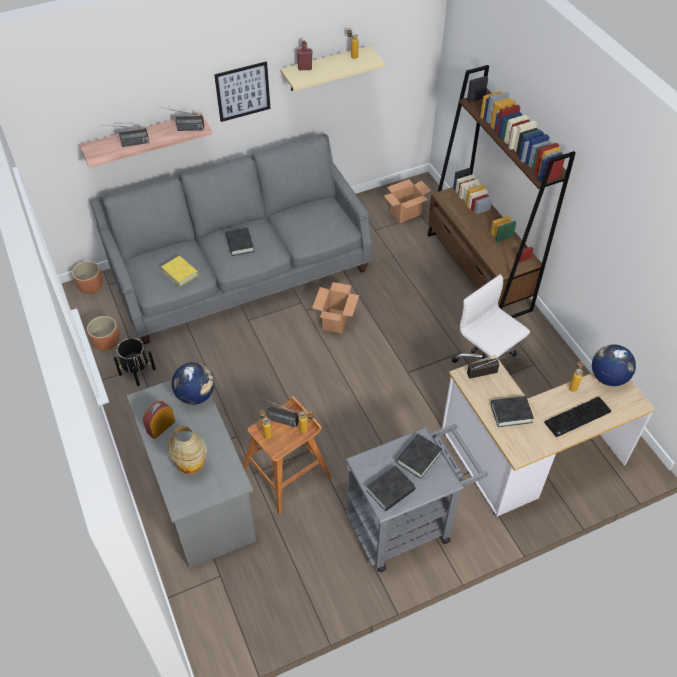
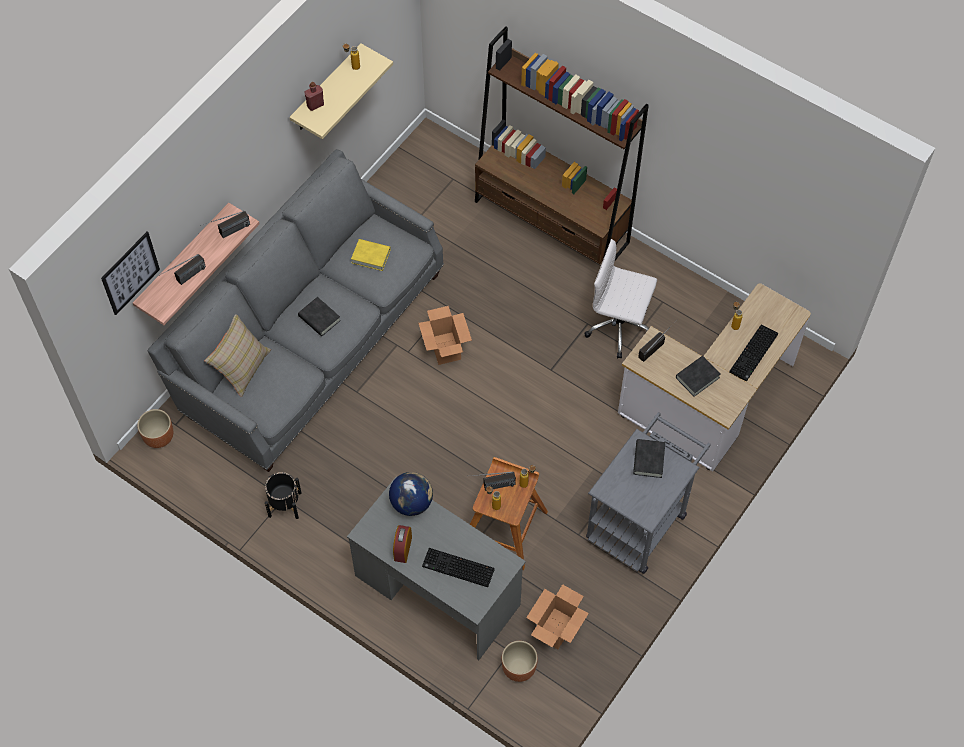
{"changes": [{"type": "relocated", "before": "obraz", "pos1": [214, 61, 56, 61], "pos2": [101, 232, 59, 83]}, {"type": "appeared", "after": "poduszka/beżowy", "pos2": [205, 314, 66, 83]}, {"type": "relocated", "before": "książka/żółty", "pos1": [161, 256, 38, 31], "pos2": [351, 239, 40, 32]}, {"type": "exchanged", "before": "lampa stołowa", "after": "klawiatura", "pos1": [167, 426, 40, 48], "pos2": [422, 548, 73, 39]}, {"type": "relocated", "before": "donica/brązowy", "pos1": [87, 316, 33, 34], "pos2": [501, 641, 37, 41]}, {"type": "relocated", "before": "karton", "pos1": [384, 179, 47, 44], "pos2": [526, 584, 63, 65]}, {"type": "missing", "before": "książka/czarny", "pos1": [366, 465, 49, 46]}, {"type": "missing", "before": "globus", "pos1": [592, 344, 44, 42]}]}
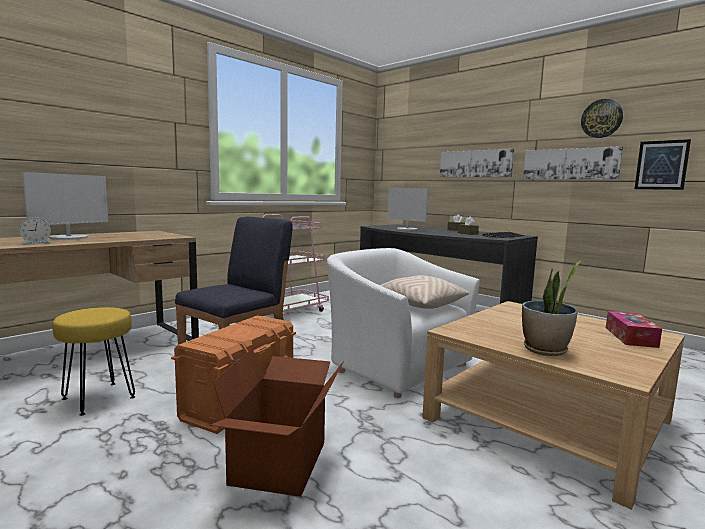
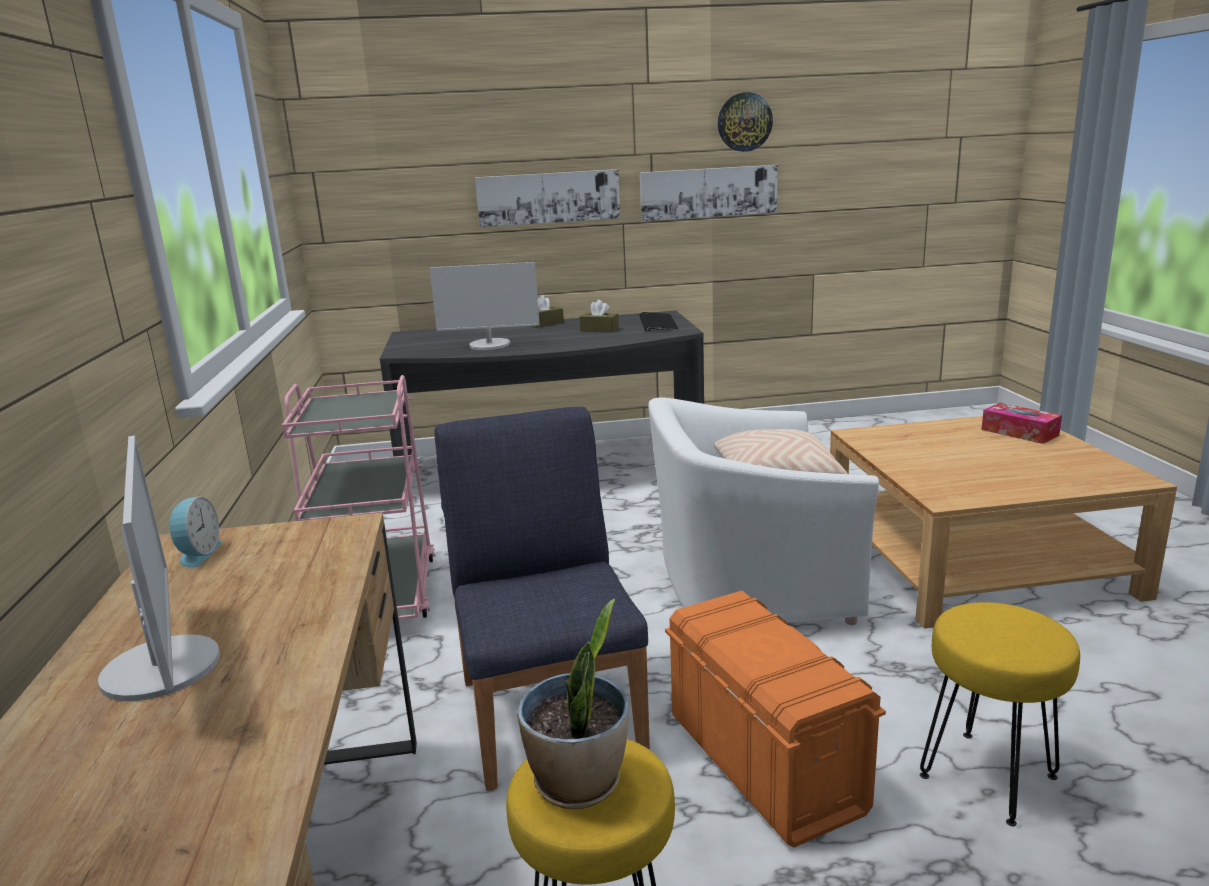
{"changes": [{"type": "relocated", "before": "budzik", "pos1": [19, 217, 32, 27], "pos2": [169, 496, 53, 72]}, {"type": "relocated", "before": "roślina doniczkowa", "pos1": [522, 260, 60, 96], "pos2": [517, 599, 111, 210]}, {"type": "exchanged", "before": "karton", "after": "stołek/żółty", "pos1": [209, 348, 135, 149], "pos2": [920, 602, 160, 224]}, {"type": "missing", "before": "obraz", "pos1": [635, 139, 56, 51]}]}
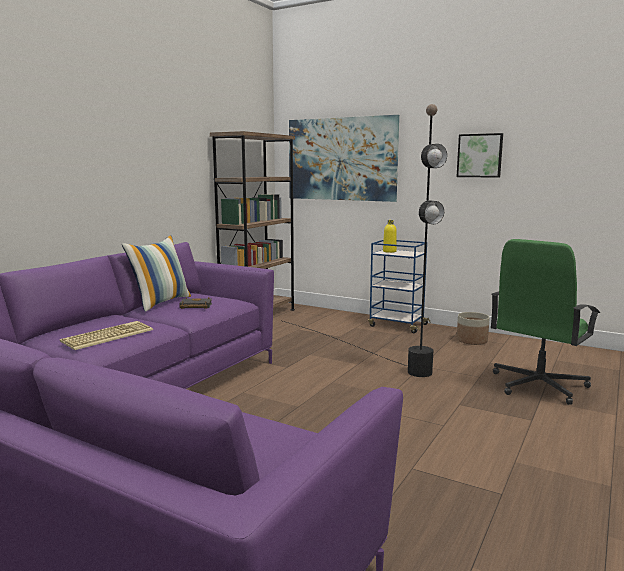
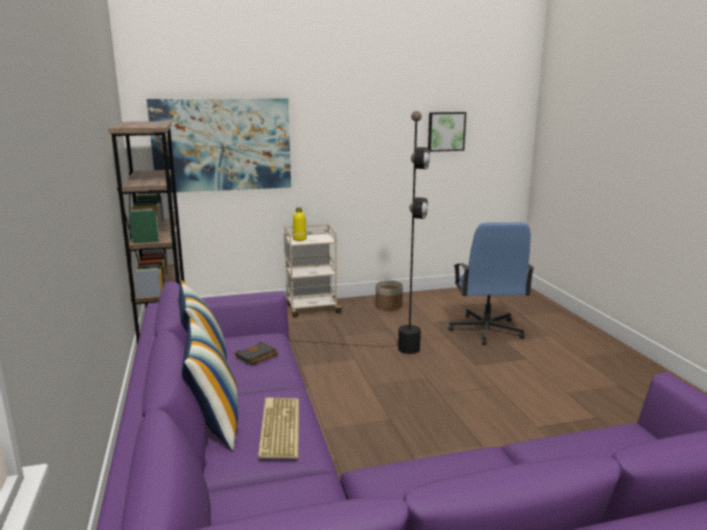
{"changes": [{"type": "appeared", "after": "poduszka", "pos2": [182, 317, 56, 134]}, {"type": "colour", "before": "wózek/niebieski", "after": "wózek/beżowy", "pos1": [368, 240, 63, 93], "pos2": [285, 224, 59, 94]}, {"type": "relocated", "before": "obraz", "pos1": [457, 133, 46, 45], "pos2": [428, 112, 38, 40]}, {"type": "colour", "before": "krzesło biurowe/zielony", "after": "krzesło biurowe/niebieski", "pos1": [491, 239, 109, 166], "pos2": [449, 222, 85, 123]}]}
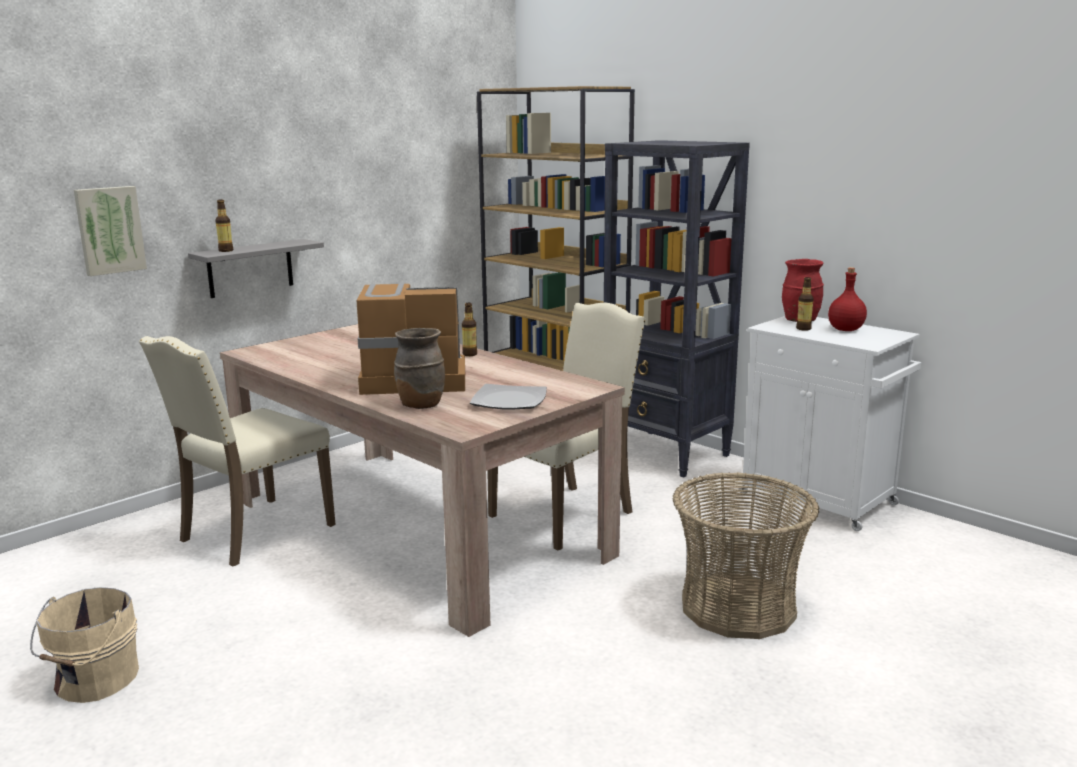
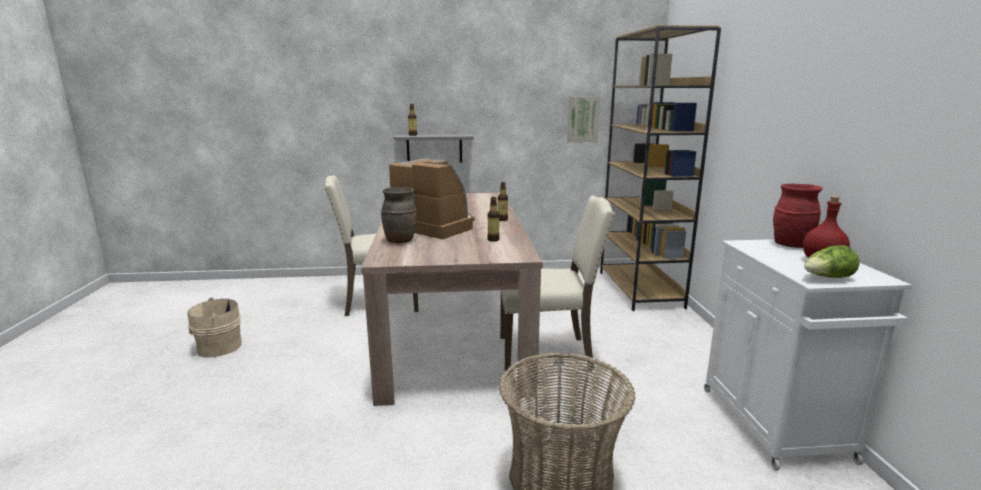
{"changes": [{"type": "relocated", "before": "butelka", "pos1": [796, 277, 18, 54], "pos2": [487, 197, 13, 45]}, {"type": "relocated", "before": "obraz", "pos1": [74, 186, 73, 90], "pos2": [567, 96, 33, 47]}, {"type": "appeared", "after": "sałata", "pos2": [804, 245, 56, 33]}, {"type": "missing", "before": "talerz", "pos1": [470, 384, 77, 25]}, {"type": "missing", "before": "regał/czarny", "pos1": [604, 140, 146, 338]}]}
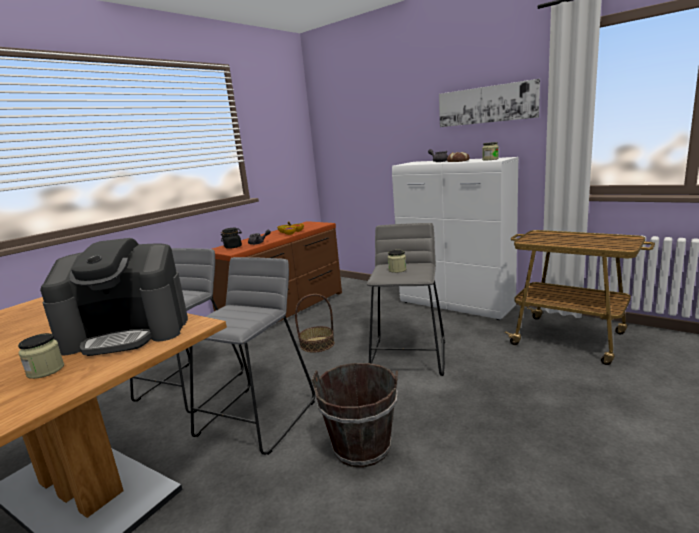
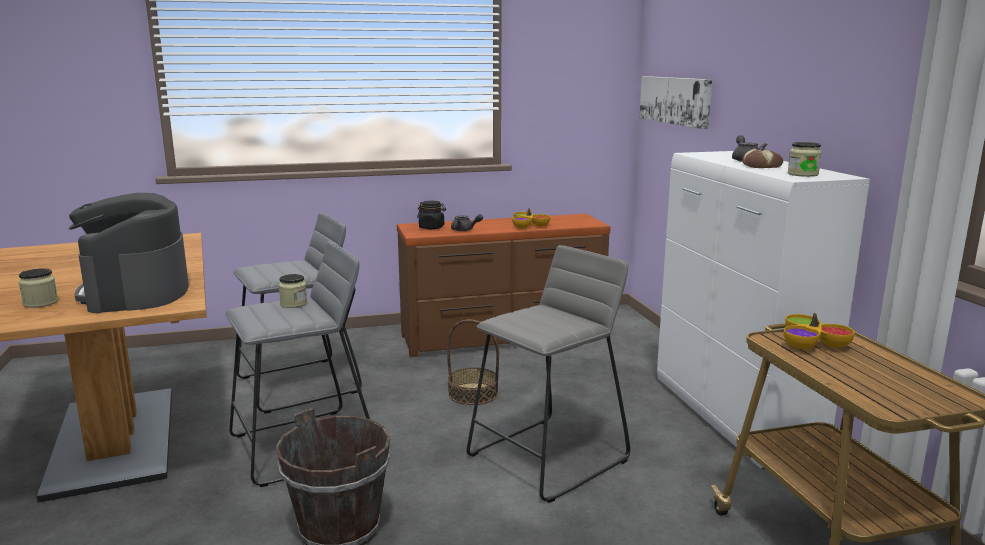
{"changes": [{"type": "spun", "before": "ekspres do kawy", "pos1": [40, 238, 148, 118], "pos2": [69, 193, 120, 120], "turn": 45}, {"type": "relocated", "before": "słoik", "pos1": [388, 250, 18, 23], "pos2": [279, 274, 28, 34]}, {"type": "relocated", "before": "obraz", "pos1": [439, 79, 101, 48], "pos2": [639, 76, 73, 53]}, {"type": "appeared", "after": "miska", "pos2": [784, 313, 71, 36]}]}
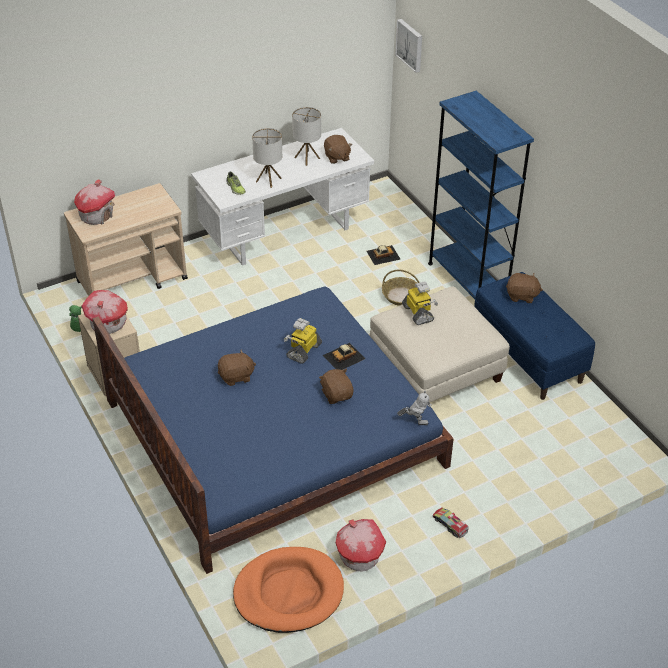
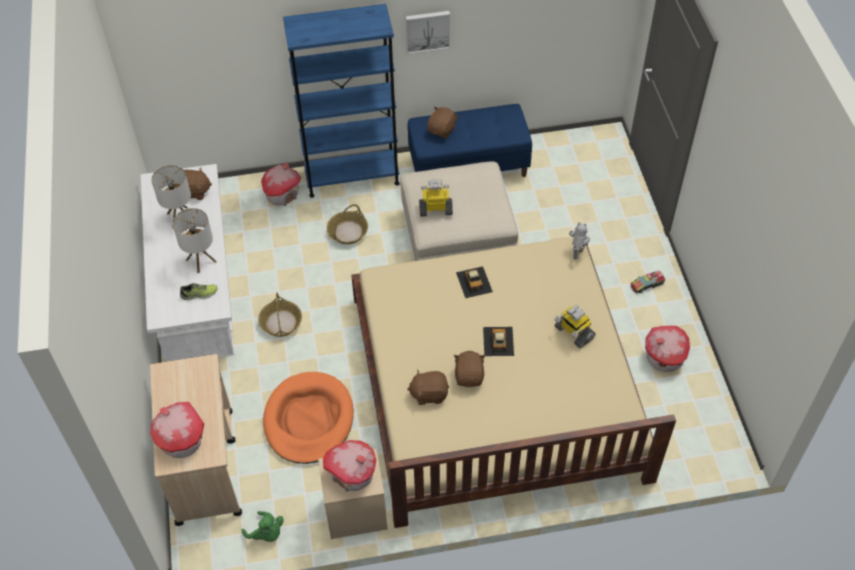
{"changes": [{"type": "appeared", "after": "koszyk", "pos2": [258, 293, 44, 44]}, {"type": "appeared", "after": "domek", "pos2": [261, 163, 40, 43]}, {"type": "relocated", "before": "legowisko/pomarańczowy", "pos1": [233, 547, 111, 86], "pos2": [263, 372, 91, 92]}, {"type": "colour", "before": "łóżko/niebieski", "after": "łóżko/beżowy", "pos1": [92, 287, 362, 287], "pos2": [351, 237, 325, 291]}, {"type": "relocated", "before": "obraz", "pos1": [395, 19, 27, 54], "pos2": [406, 11, 44, 43]}, {"type": "relocated", "before": "pluszak/brązowy", "pos1": [319, 368, 35, 36], "pos2": [407, 369, 42, 36]}, {"type": "relocated", "before": "samochodzik", "pos1": [367, 245, 34, 20], "pos2": [483, 327, 31, 29]}, {"type": "relocated", "before": "robot zabawkowy", "pos1": [284, 318, 38, 46], "pos2": [555, 305, 41, 43]}]}
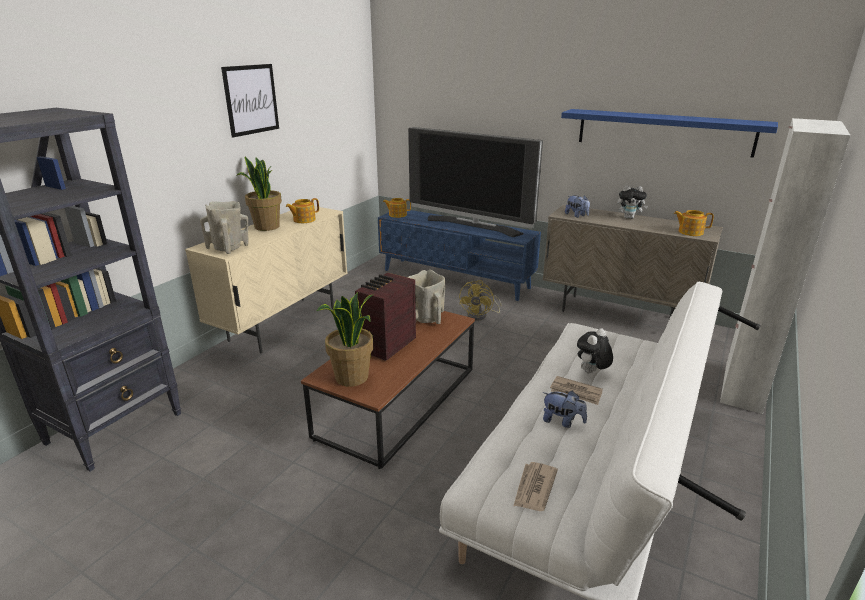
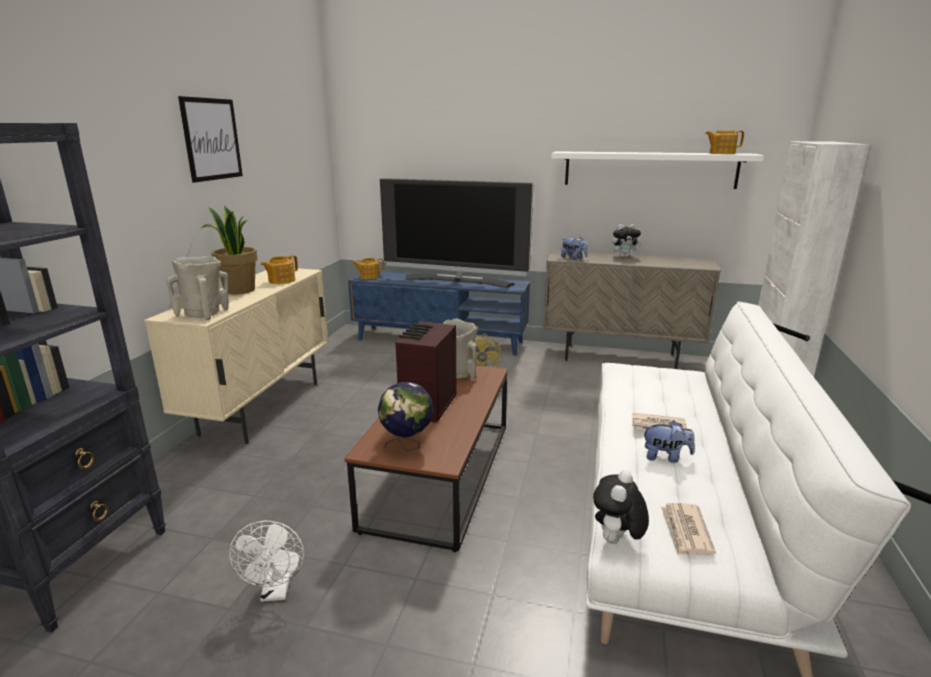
{"changes": [{"type": "appeared", "after": "wentylator/biały", "pos2": [229, 521, 75, 81]}, {"type": "exchanged", "before": "roślina doniczkowa", "after": "globus", "pos1": [316, 292, 58, 95], "pos2": [378, 382, 55, 69]}, {"type": "colour", "before": "półka/niebieski", "after": "półka/biały", "pos1": [561, 109, 217, 49], "pos2": [551, 151, 213, 38]}, {"type": "relocated", "before": "pluszak", "pos1": [577, 328, 36, 45], "pos2": [593, 470, 56, 74]}, {"type": "relocated", "before": "imbryk", "pos1": [674, 210, 40, 26], "pos2": [705, 130, 39, 24]}]}
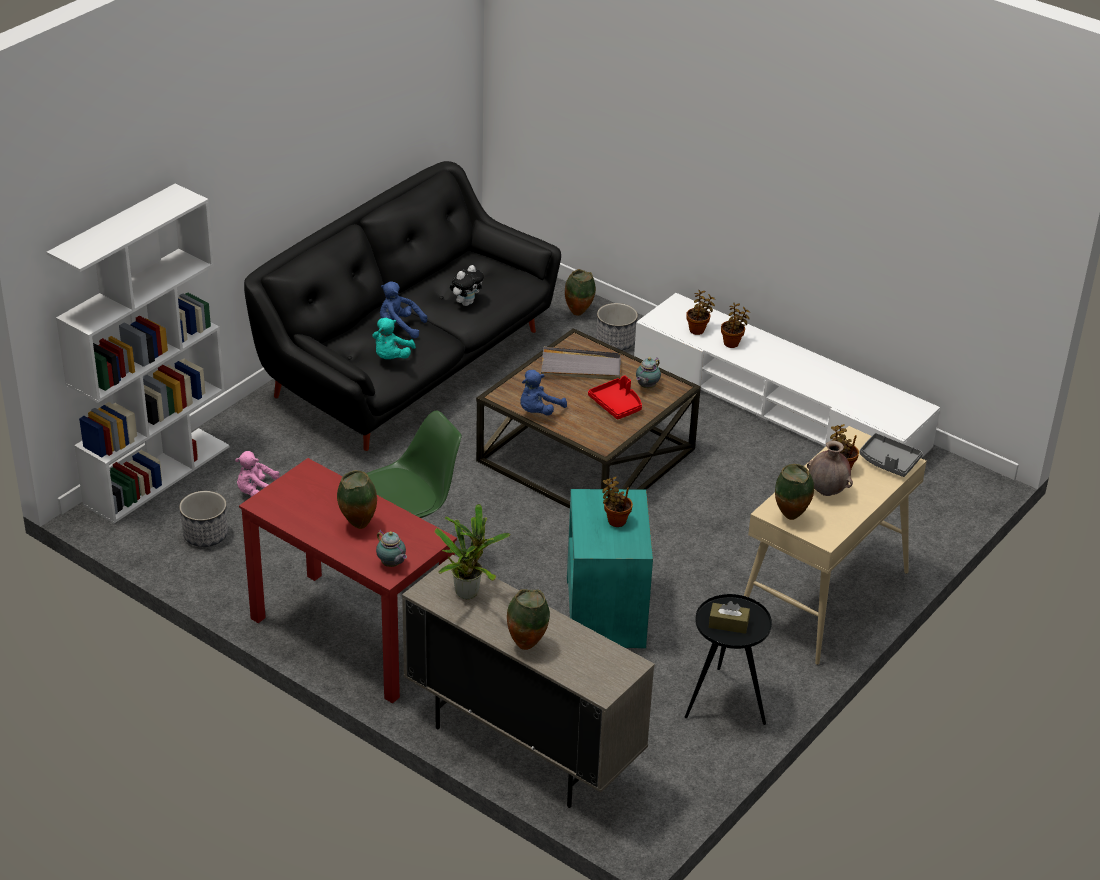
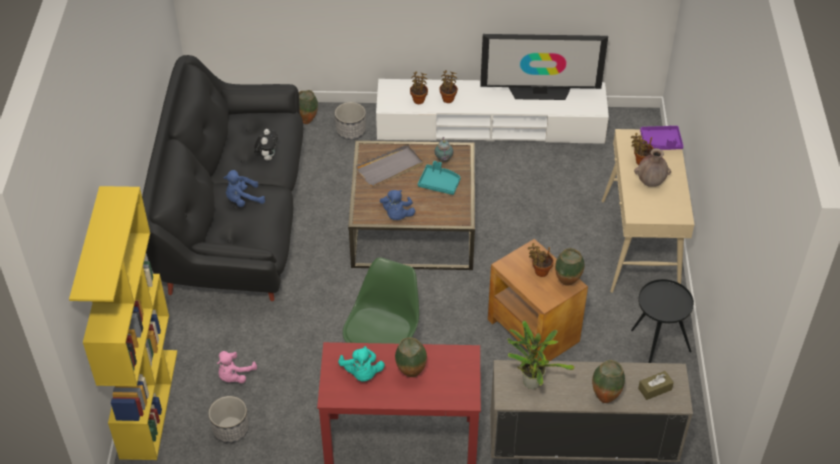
{"changes": [{"type": "colour", "before": "regał/biały", "after": "regał/żółty", "pos1": [47, 184, 182, 340], "pos2": [69, 186, 108, 274]}, {"type": "relocated", "before": "pluszak/turkusowy", "pos1": [372, 318, 44, 41], "pos2": [338, 346, 47, 36]}, {"type": "colour", "before": "taca/czerwony", "after": "taca/turkusowy", "pos1": [588, 375, 54, 45], "pos2": [418, 161, 43, 34]}, {"type": "appeared", "after": "telewizor", "pos2": [480, 34, 128, 66]}, {"type": "colour", "before": "stolik/turkusowy", "after": "stolik/brązowy", "pos1": [567, 489, 86, 159], "pos2": [488, 239, 100, 122]}, {"type": "relocated", "before": "wazon", "pos1": [775, 464, 39, 56], "pos2": [555, 248, 30, 38]}, {"type": "relocated", "before": "pudełko chusteczek/brązowy", "pos1": [709, 601, 41, 33], "pos2": [638, 371, 36, 29]}, {"type": "colour", "before": "taca/szary", "after": "taca/fioletowy", "pos1": [860, 433, 63, 44], "pos2": [640, 126, 44, 24]}, {"type": "missing", "before": "imbryk", "pos1": [376, 530, 31, 37]}]}
